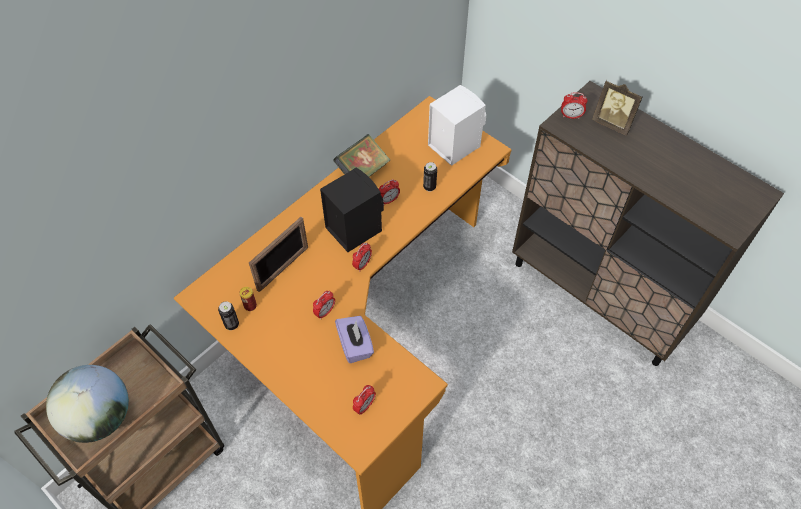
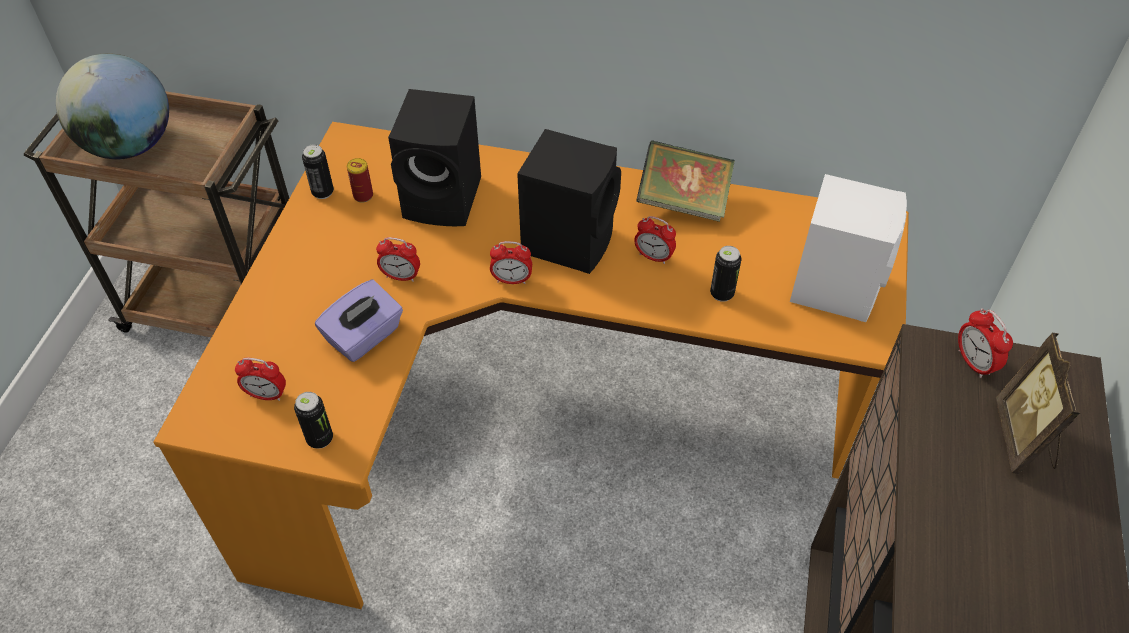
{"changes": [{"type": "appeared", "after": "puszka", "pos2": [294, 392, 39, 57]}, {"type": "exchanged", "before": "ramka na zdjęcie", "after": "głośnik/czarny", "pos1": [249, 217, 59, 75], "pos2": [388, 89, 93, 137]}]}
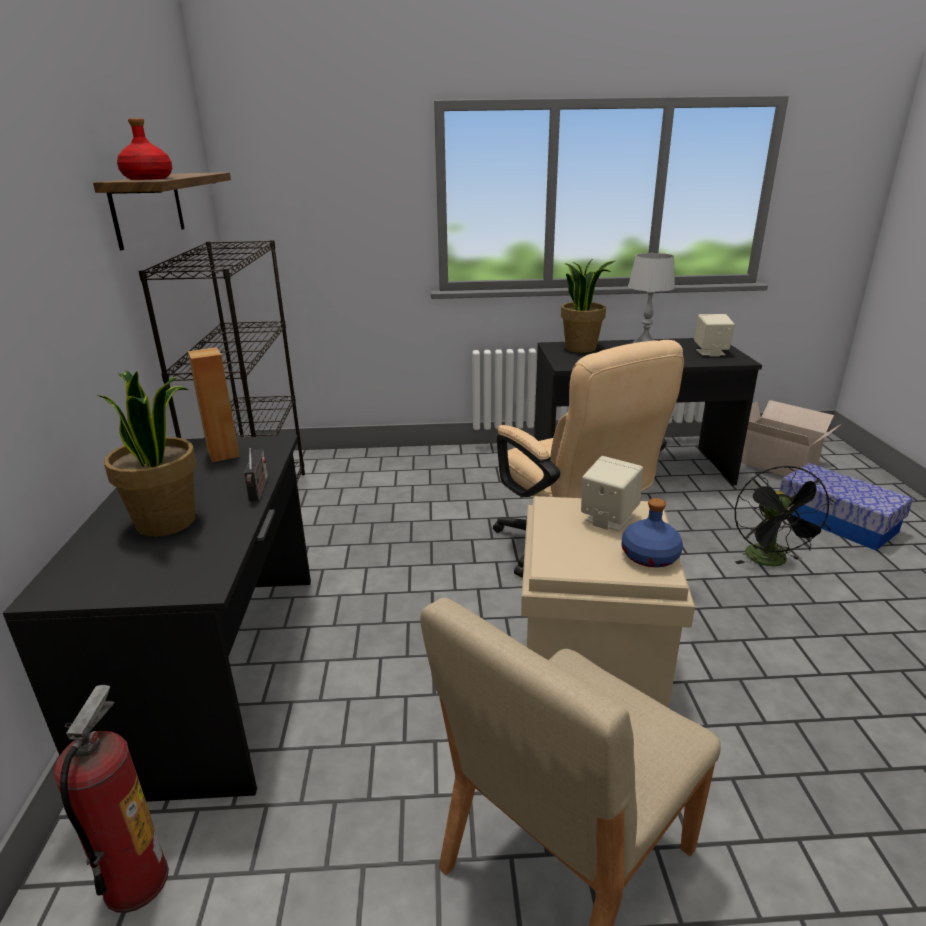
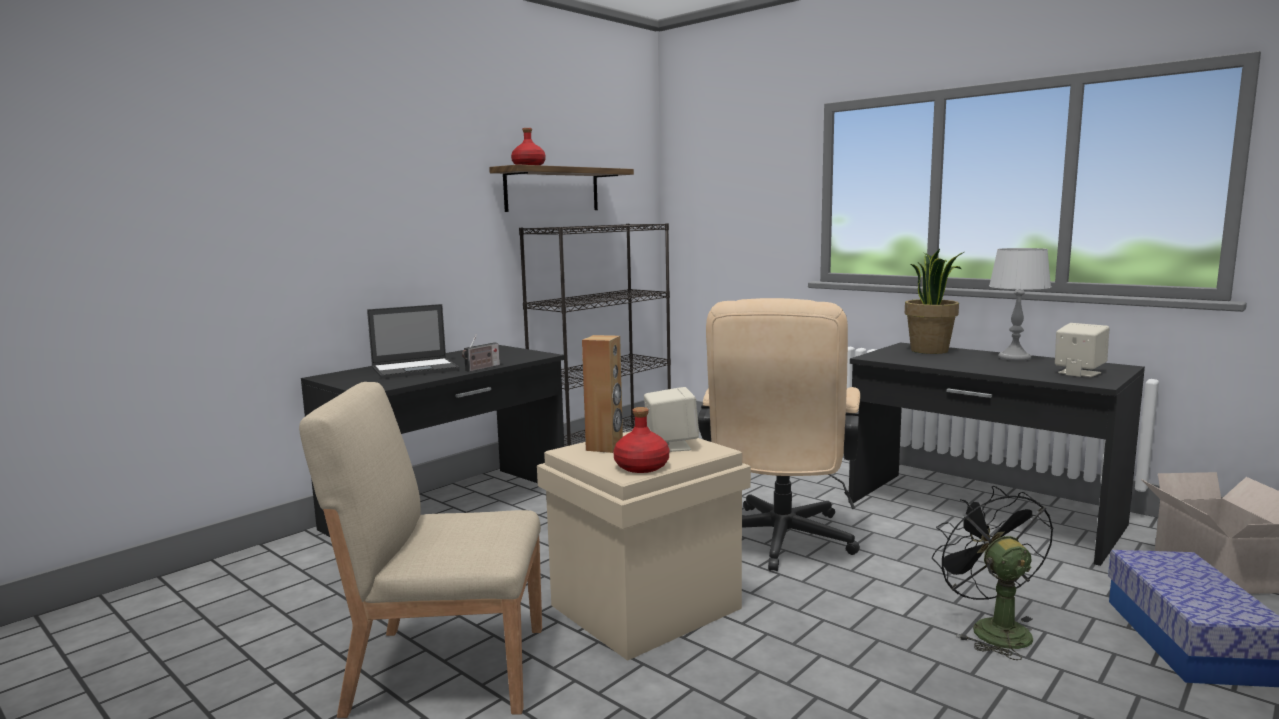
{"changes": [{"type": "exchanged", "before": "roślina doniczkowa", "after": "laptop", "pos1": [97, 370, 100, 167], "pos2": [367, 304, 93, 75]}, {"type": "relocated", "before": "głośnik/brązowy", "pos1": [188, 347, 52, 115], "pos2": [582, 335, 41, 118]}, {"type": "colour", "before": "butelka/niebieski", "after": "butelka/czerwony", "pos1": [622, 498, 61, 69], "pos2": [613, 407, 56, 66]}, {"type": "spun", "before": "wentylator/czarny", "pos1": [735, 465, 101, 101], "pos2": [932, 486, 121, 174], "turn": 120}, {"type": "missing", "before": "gaśnica", "pos1": [54, 685, 115, 228]}]}
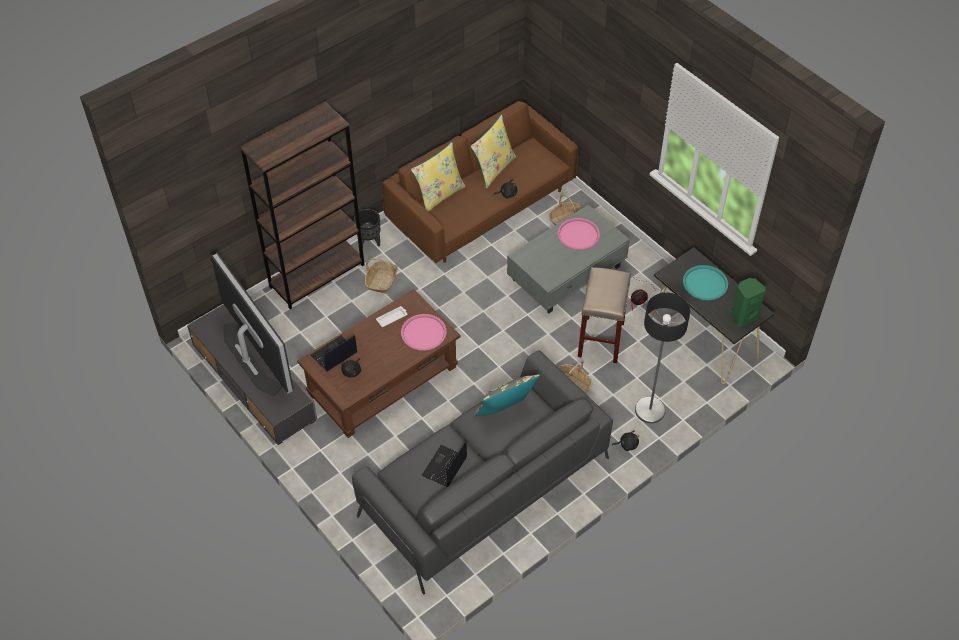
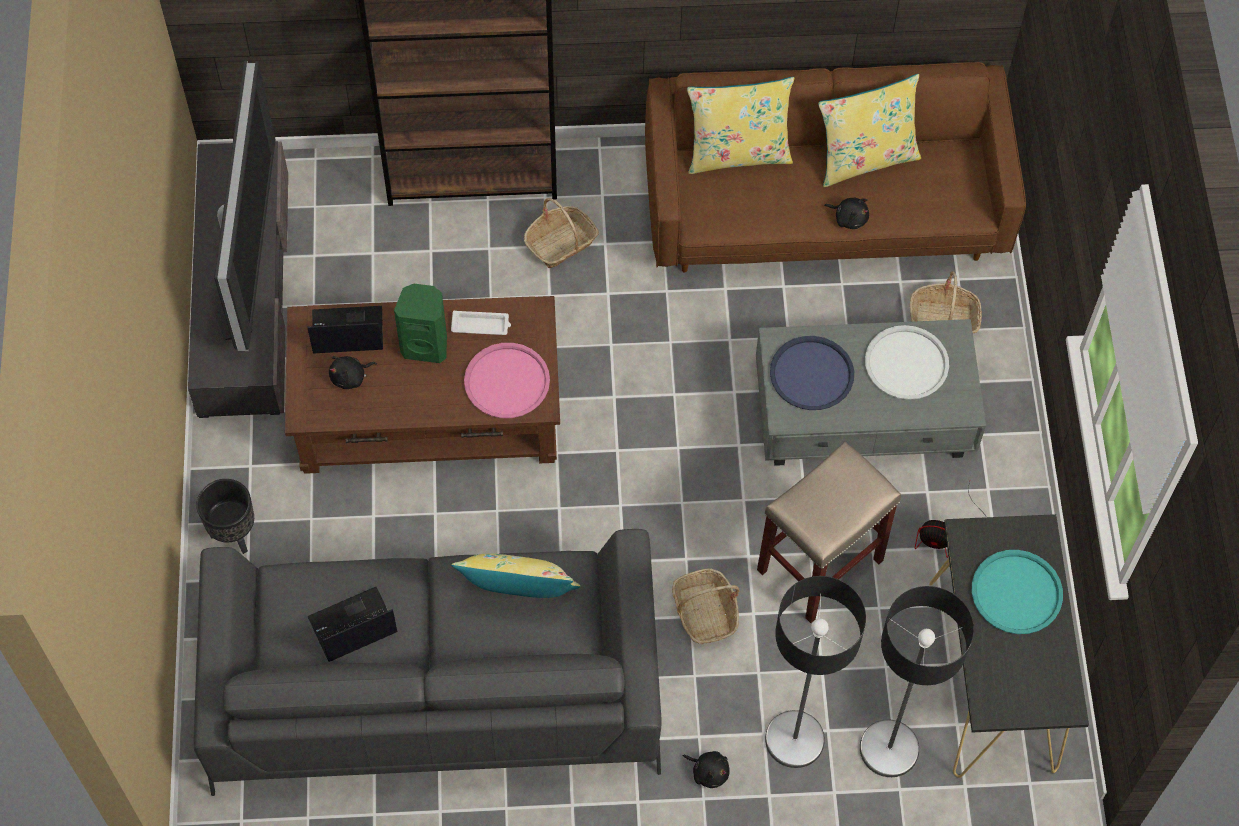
{"changes": [{"type": "relocated", "before": "donica/czarny", "pos1": [354, 209, 26, 38], "pos2": [196, 479, 58, 75]}, {"type": "relocated", "before": "głośnik/zielony", "pos1": [731, 278, 35, 49], "pos2": [394, 284, 53, 79]}, {"type": "colour", "before": "poduszka/szary", "after": "poduszka/żółty", "pos1": [473, 375, 67, 41], "pos2": [451, 553, 129, 45]}, {"type": "appeared", "after": "taca/niebieski", "pos2": [770, 336, 84, 74]}, {"type": "appeared", "after": "lampa stojąca", "pos2": [860, 586, 114, 191]}, {"type": "colour", "before": "taca/różowy", "after": "taca/biały", "pos1": [558, 218, 42, 32], "pos2": [865, 325, 84, 75]}]}
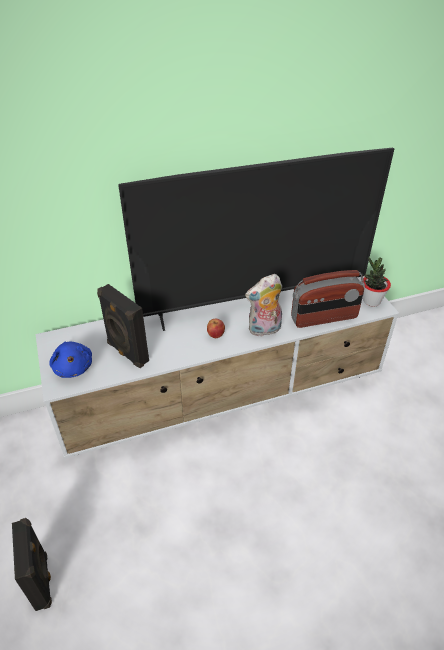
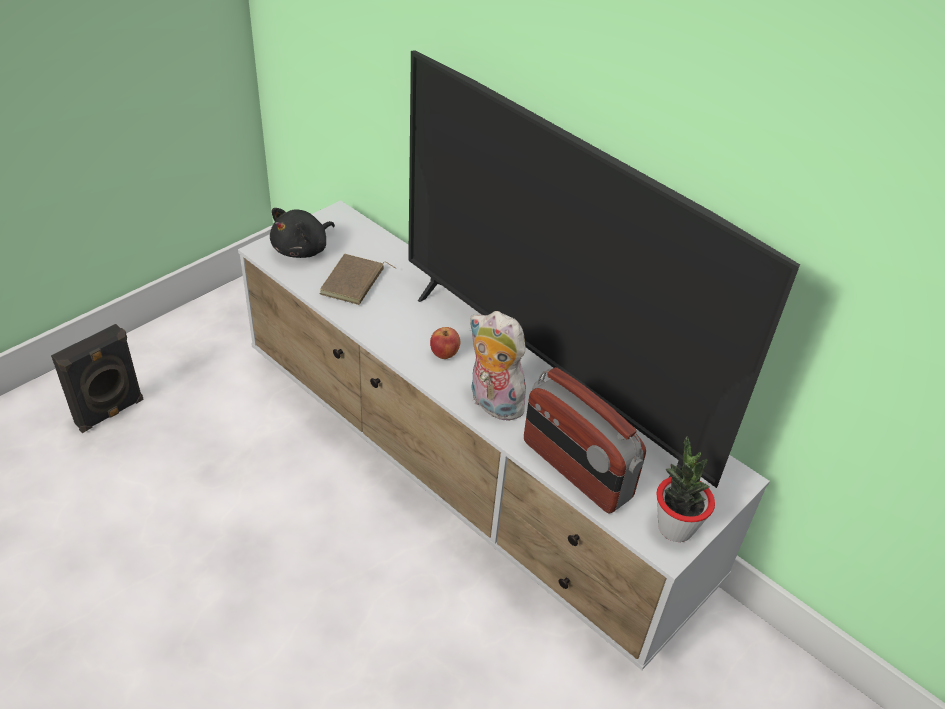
{"changes": [{"type": "colour", "before": "pluszak/niebieski", "after": "pluszak/czarny", "pos1": [49, 341, 43, 37], "pos2": [270, 208, 65, 50]}, {"type": "exchanged", "before": "głośnik/czarny", "after": "książka/brązowy", "pos1": [97, 284, 52, 84], "pos2": [320, 254, 76, 51]}]}
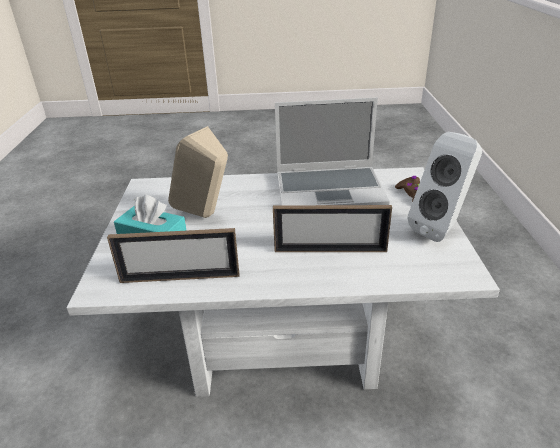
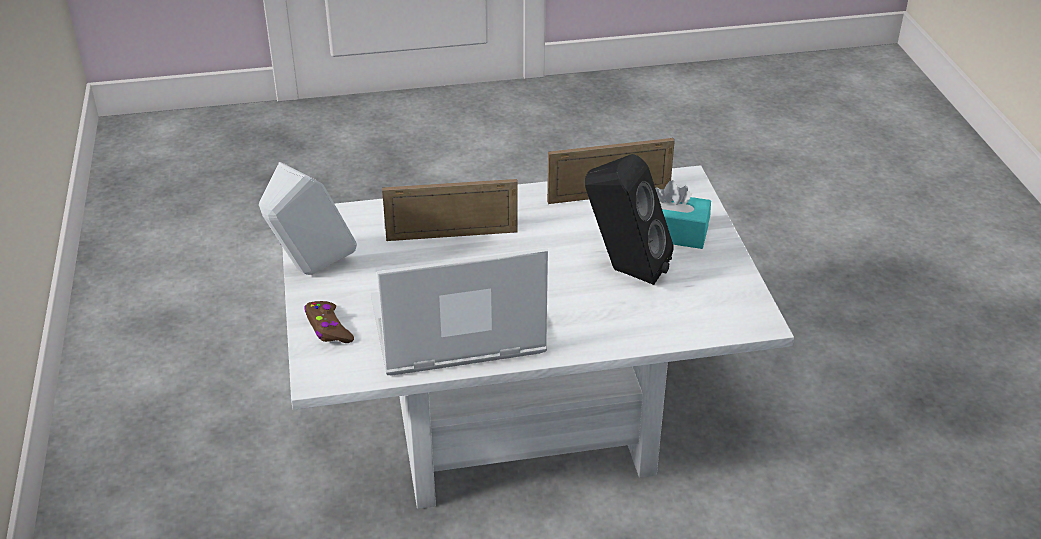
{"changes": [{"type": "colour", "before": "głośnik/beżowy", "after": "głośnik/czarny", "pos1": [168, 126, 60, 92], "pos2": [585, 154, 89, 131]}]}
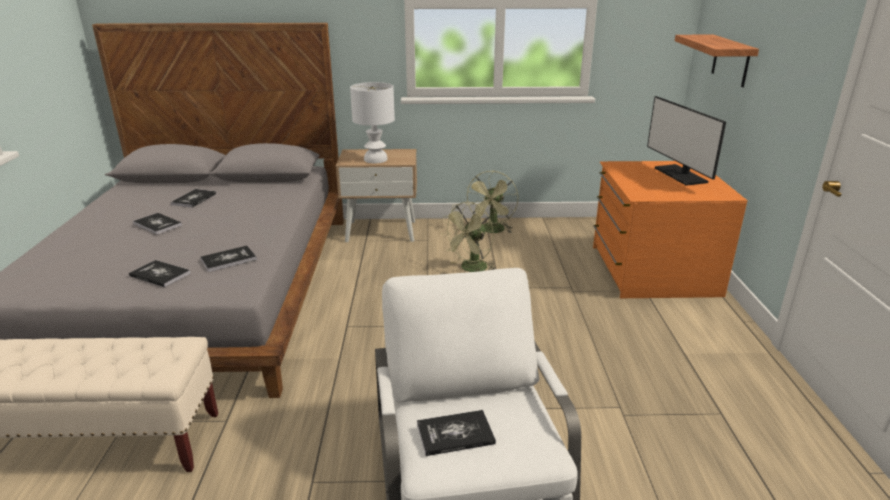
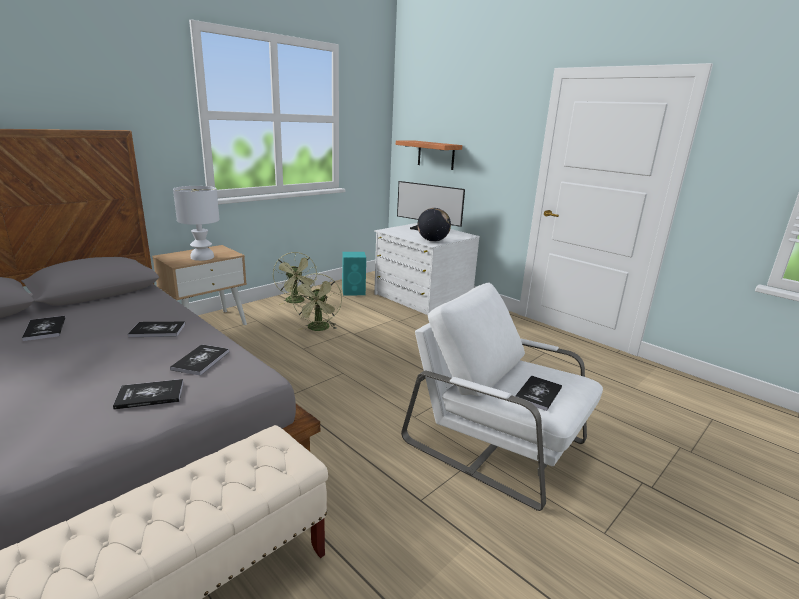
{"changes": [{"type": "relocated", "before": "książka", "pos1": [133, 213, 49, 22], "pos2": [128, 322, 57, 15]}, {"type": "appeared", "after": "głośnik/turkusowy", "pos2": [342, 252, 24, 44]}, {"type": "colour", "before": "komoda/pomarańczowy", "after": "komoda/biały", "pos1": [593, 161, 155, 137], "pos2": [374, 223, 106, 93]}, {"type": "appeared", "after": "globus", "pos2": [417, 208, 34, 34]}]}
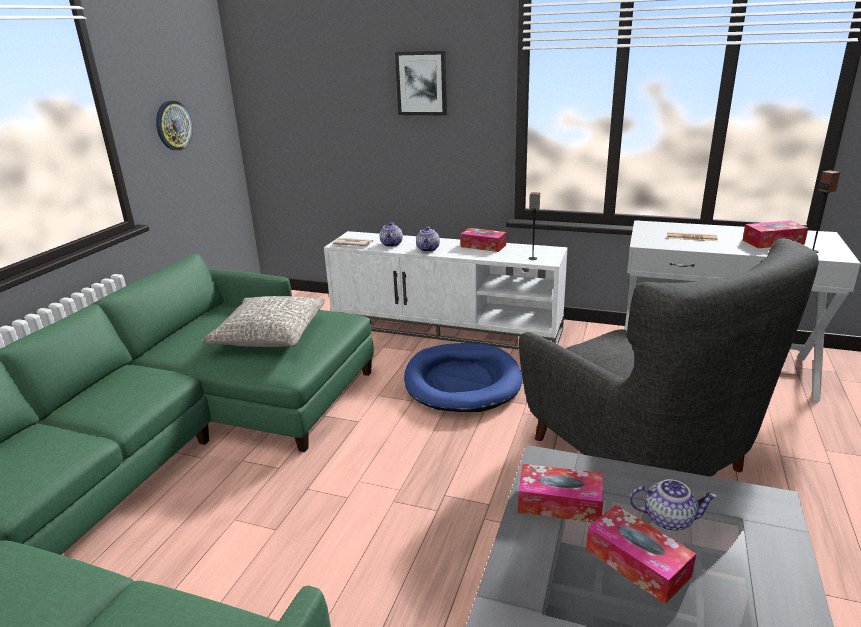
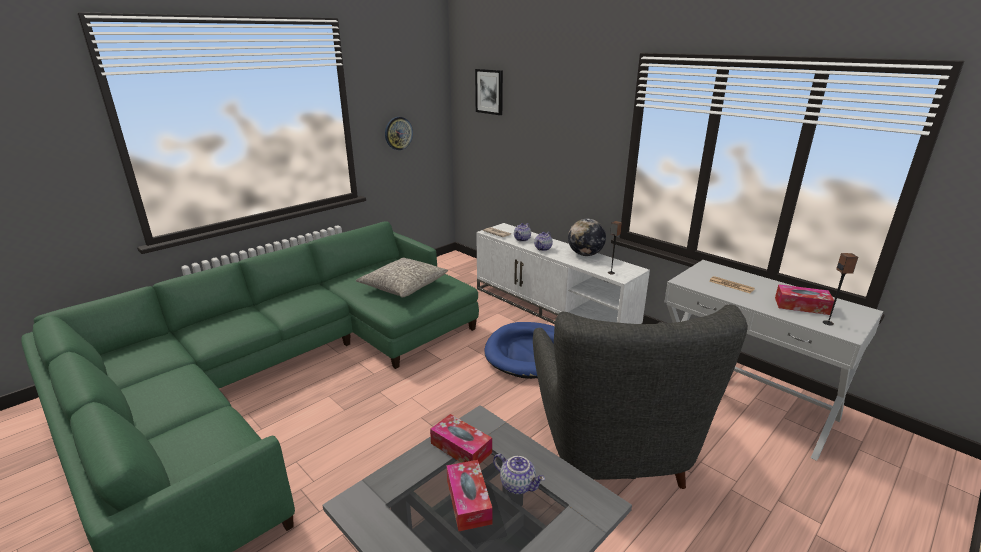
{"changes": [{"type": "relocated", "before": "obraz", "pos1": [395, 51, 52, 64], "pos2": [475, 69, 28, 46]}, {"type": "exchanged", "before": "pudełko chusteczek", "after": "globus", "pos1": [460, 228, 47, 24], "pos2": [568, 219, 38, 37]}]}
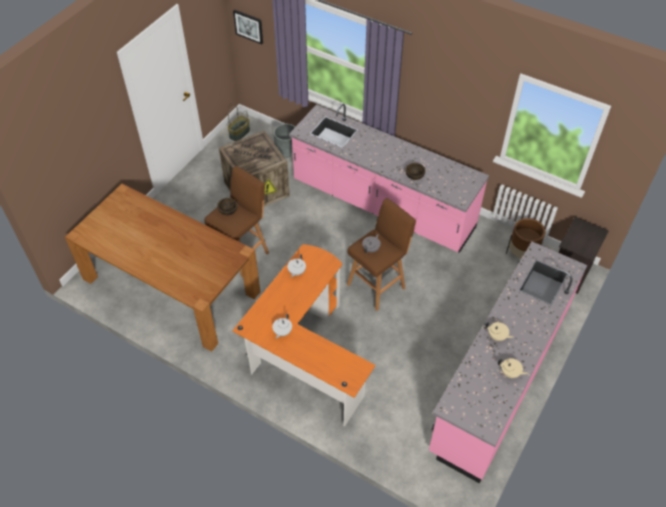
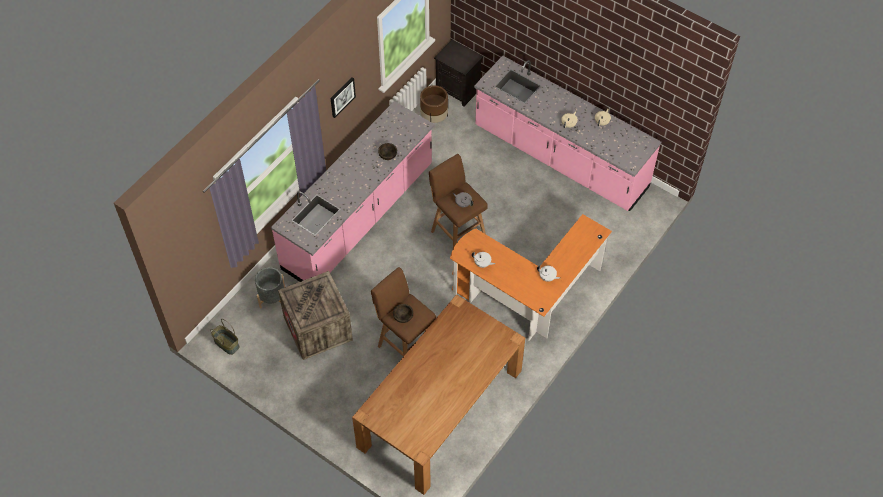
{"changes": [{"type": "relocated", "before": "obraz", "pos1": [233, 10, 30, 34], "pos2": [331, 77, 25, 41]}]}
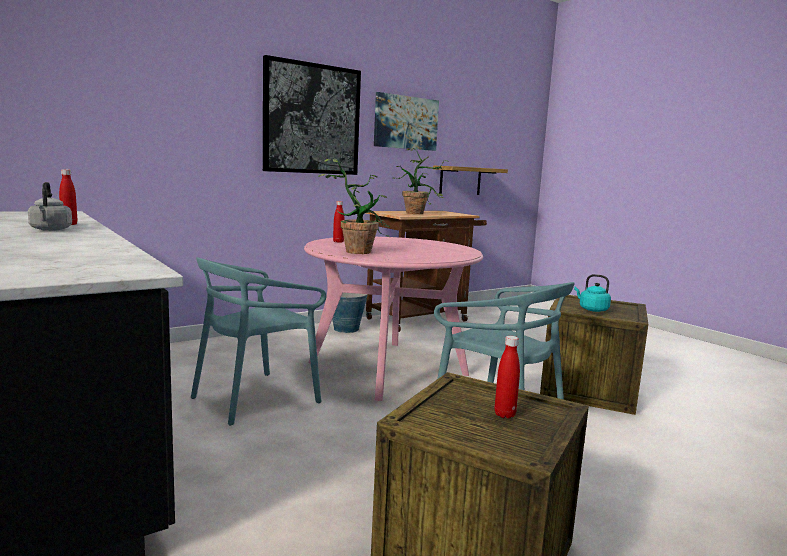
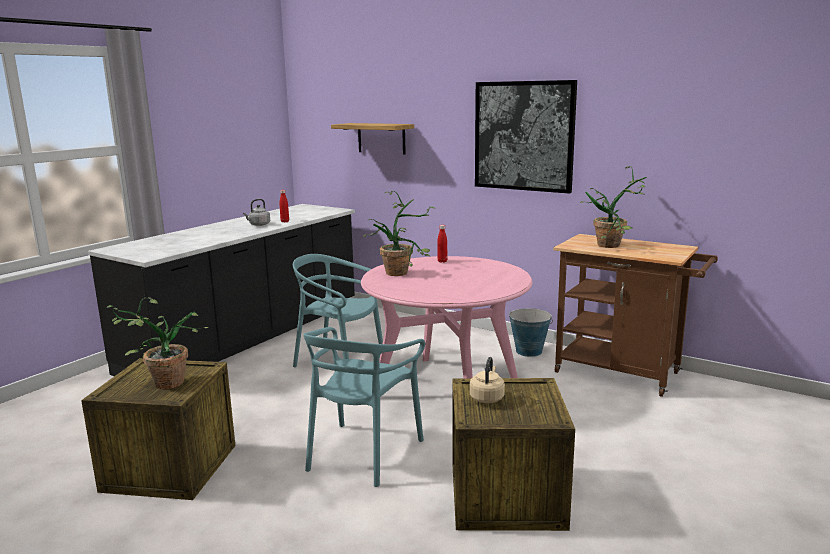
{"changes": [{"type": "exchanged", "before": "butelka/czerwony", "after": "roślina doniczkowa", "pos1": [494, 336, 26, 82], "pos2": [106, 297, 103, 92]}, {"type": "relocated", "before": "półka", "pos1": [433, 166, 75, 29], "pos2": [331, 123, 83, 31]}, {"type": "colour", "before": "czajnik/turkusowy", "after": "czajnik/beżowy", "pos1": [574, 274, 37, 38], "pos2": [470, 357, 35, 46]}, {"type": "missing", "before": "obraz", "pos1": [374, 92, 65, 59]}]}
